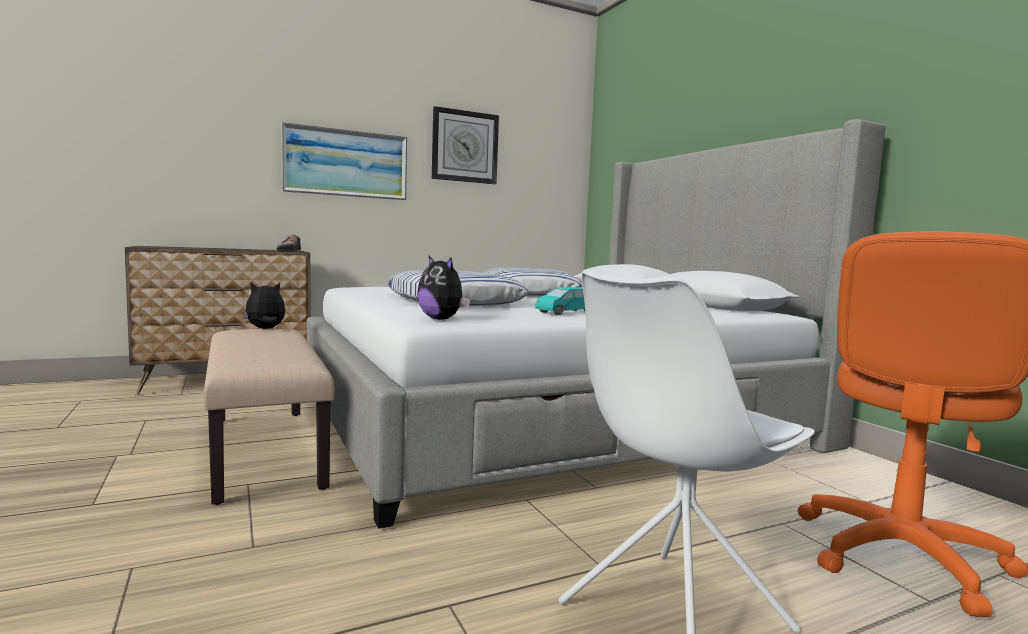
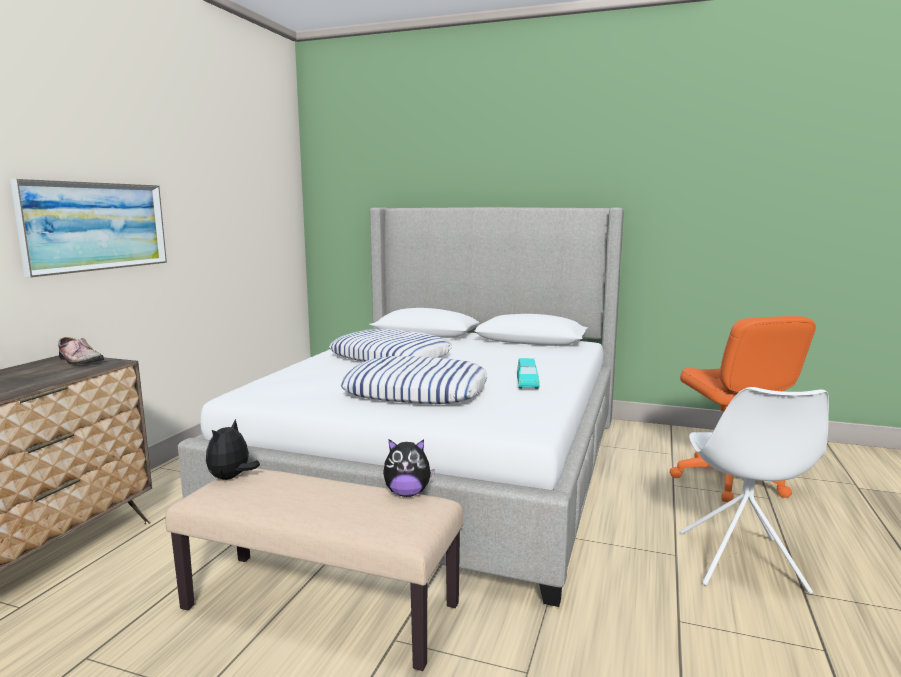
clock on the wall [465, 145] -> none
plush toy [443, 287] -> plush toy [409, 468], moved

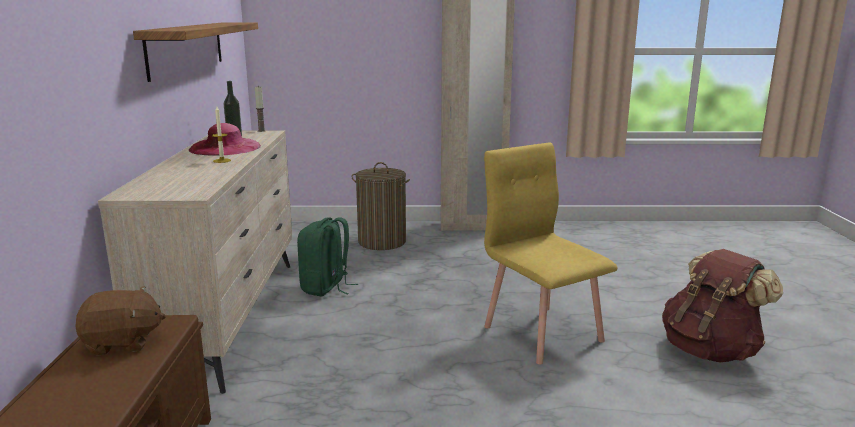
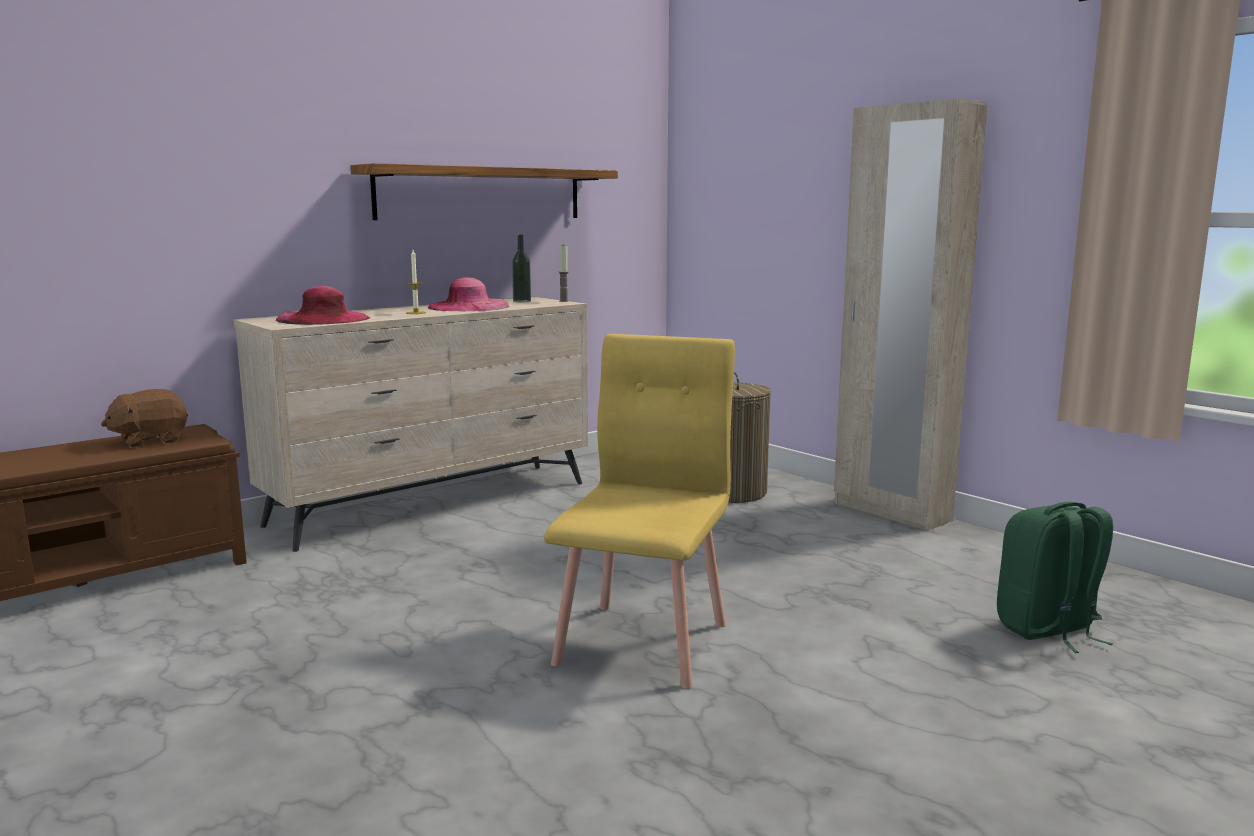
rucksack in brown-coloured [722, 305] -> none
none -> clothing hat in pinkish [322, 305]
rucksack in greenish [327, 256] -> rucksack in greenish [1055, 577], moved
plush toy in brown-coloured [120, 321] -> plush toy in brown-coloured [144, 418], 105 degrees clockwise

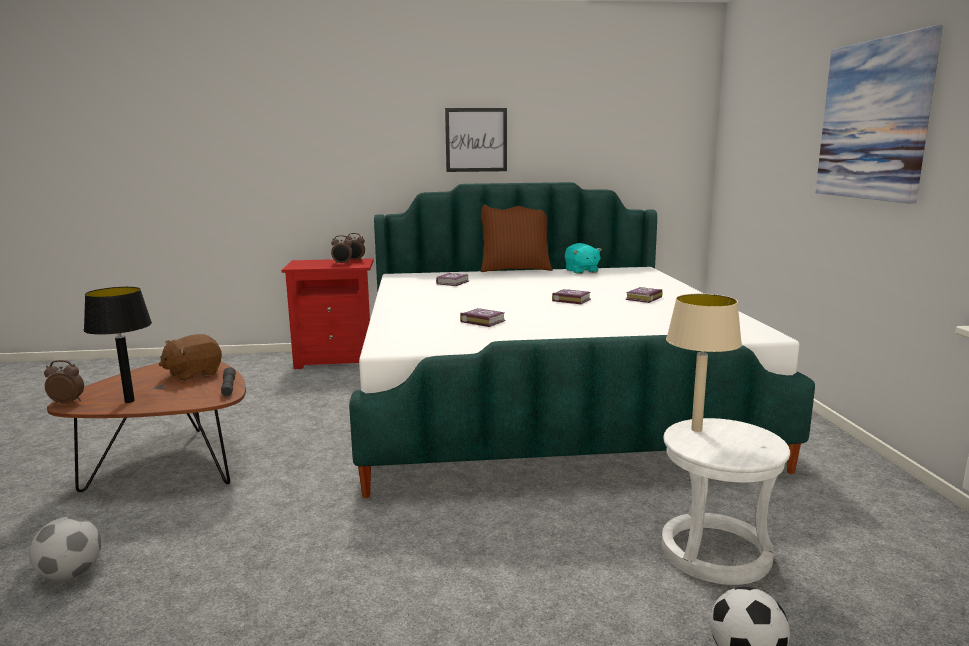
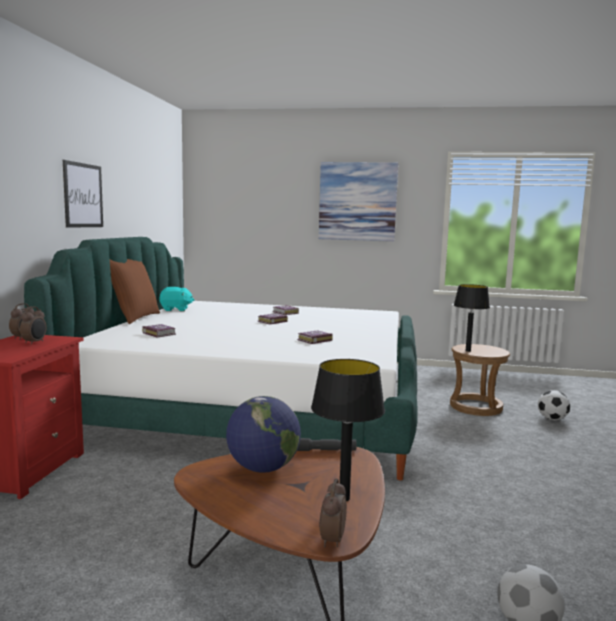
plush toy in brown-coloured [190, 358] -> world globe [263, 434]
stool in white [726, 501] -> stool in brown-coloured [480, 380]
tabletop lamp in beige [704, 363] -> tabletop lamp in black [472, 318]

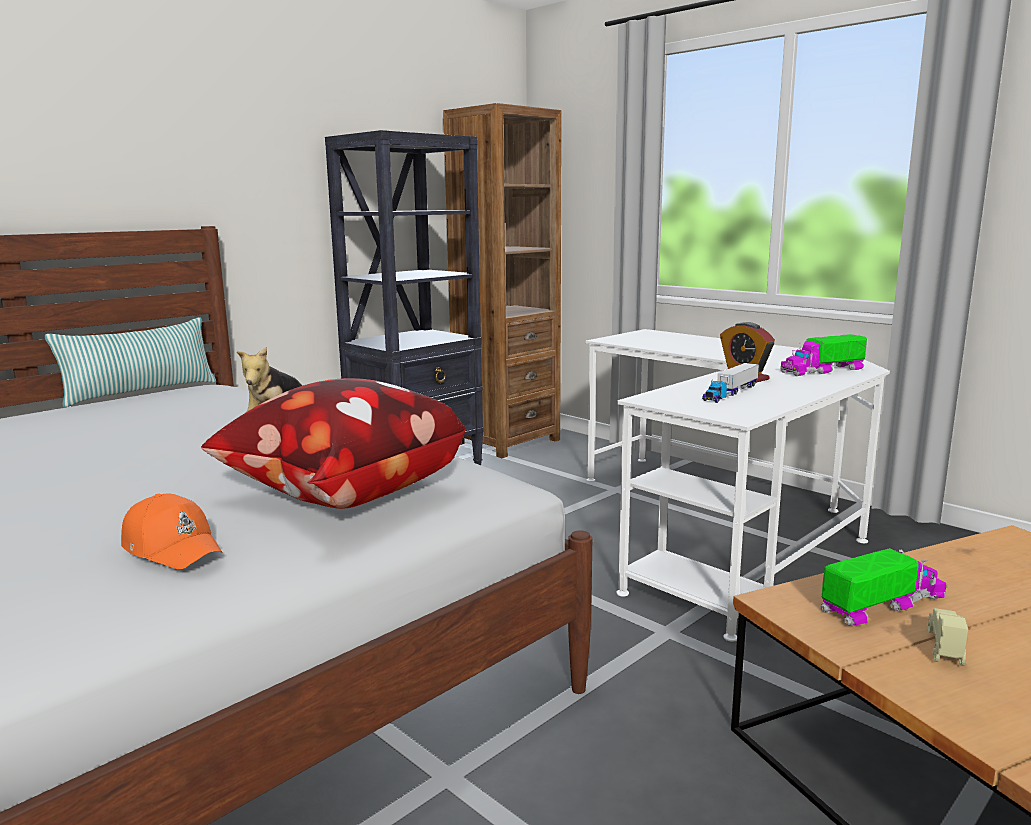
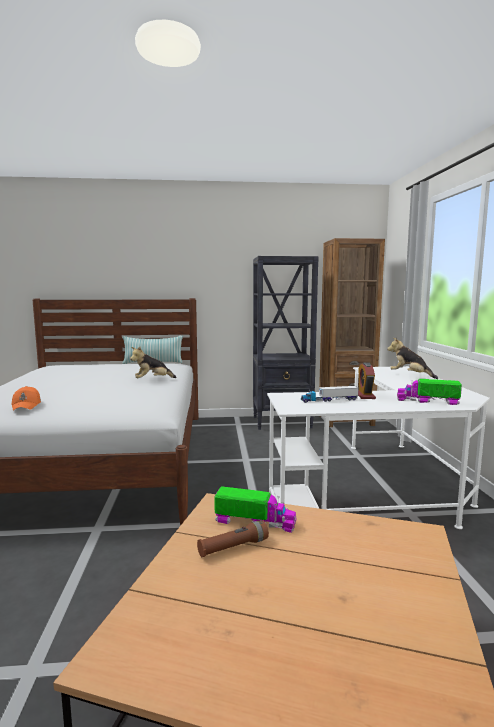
throw pillow [333, 443] -> none
none -> plush toy [412, 358]
model car in beige [947, 637] -> flashlight in brown-coloured [233, 538]

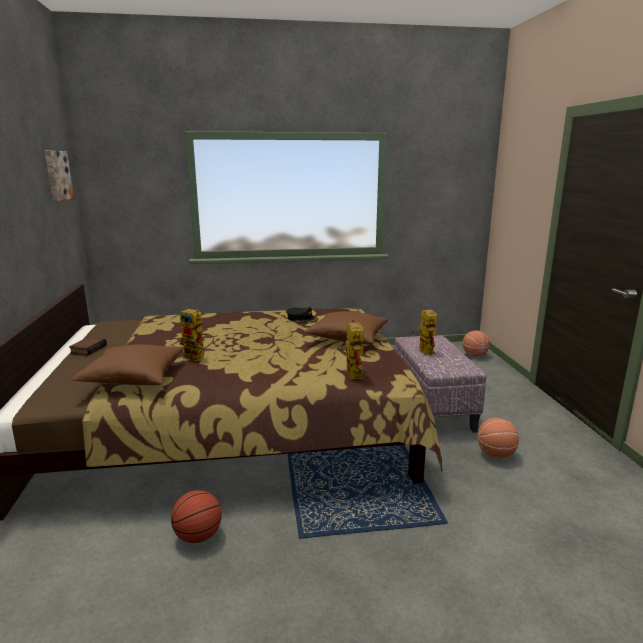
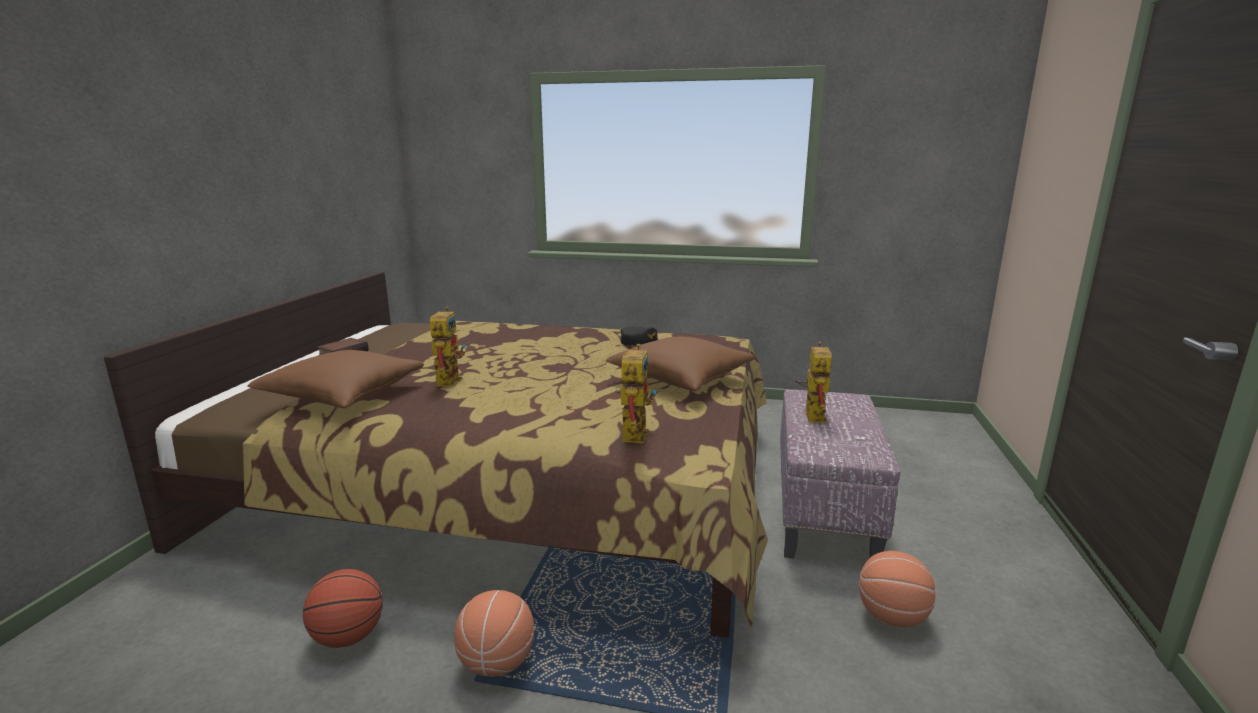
wall picture [59, 176] -> none
basketball ball [476, 343] -> basketball ball [494, 633], moved
robot figure [196, 335] -> robot figure [448, 347], 135 degrees counterclockwise

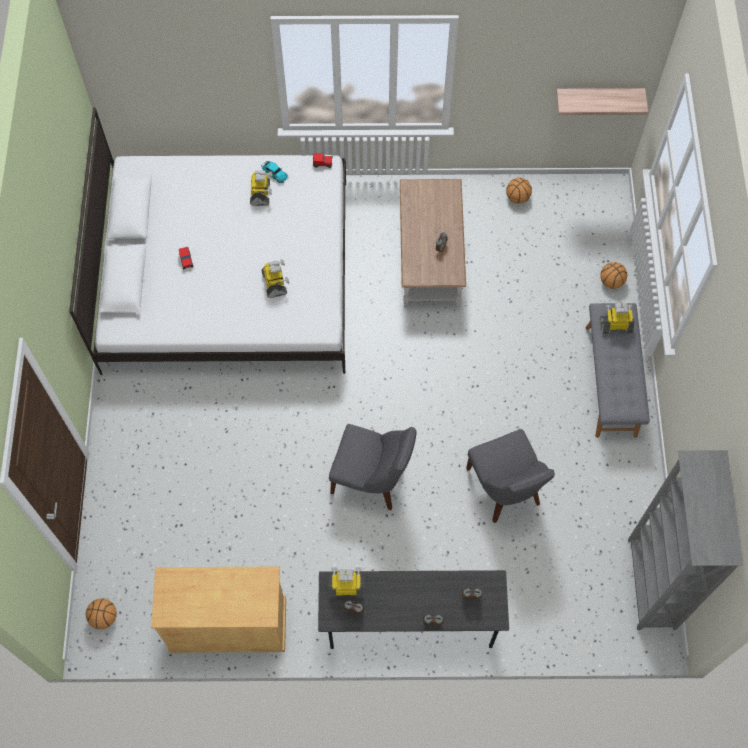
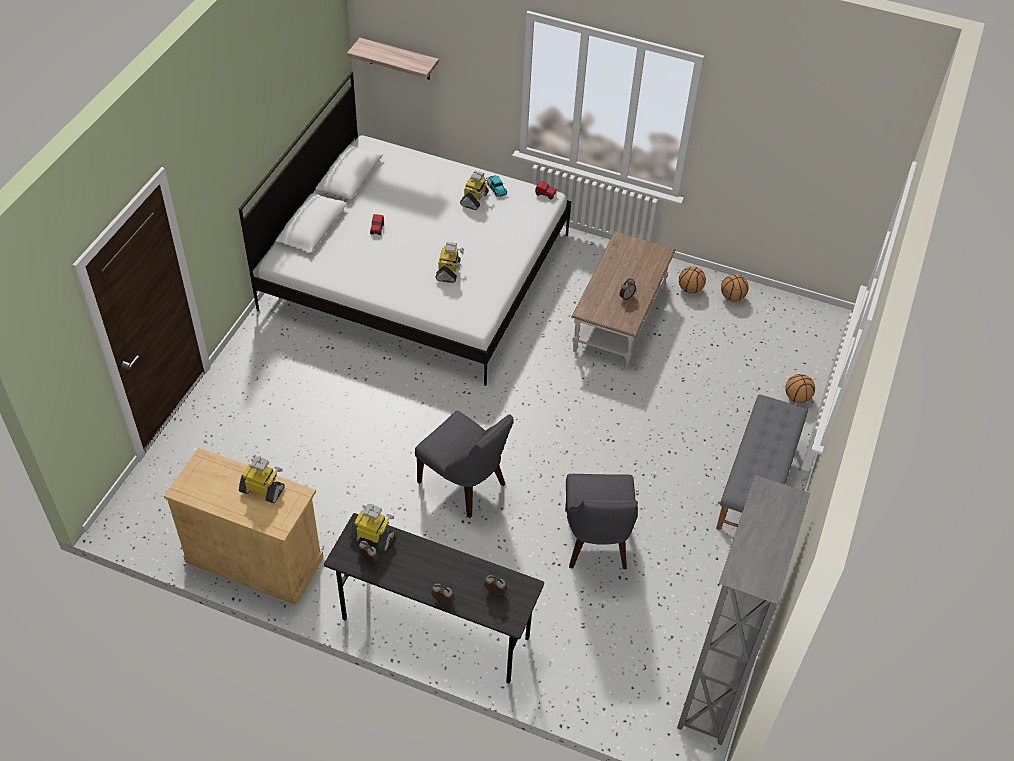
basketball ball [101, 613] -> basketball ball [692, 280], moved
shelf [602, 101] -> shelf [393, 59], moved
robot figure [617, 318] -> robot figure [262, 479], moved

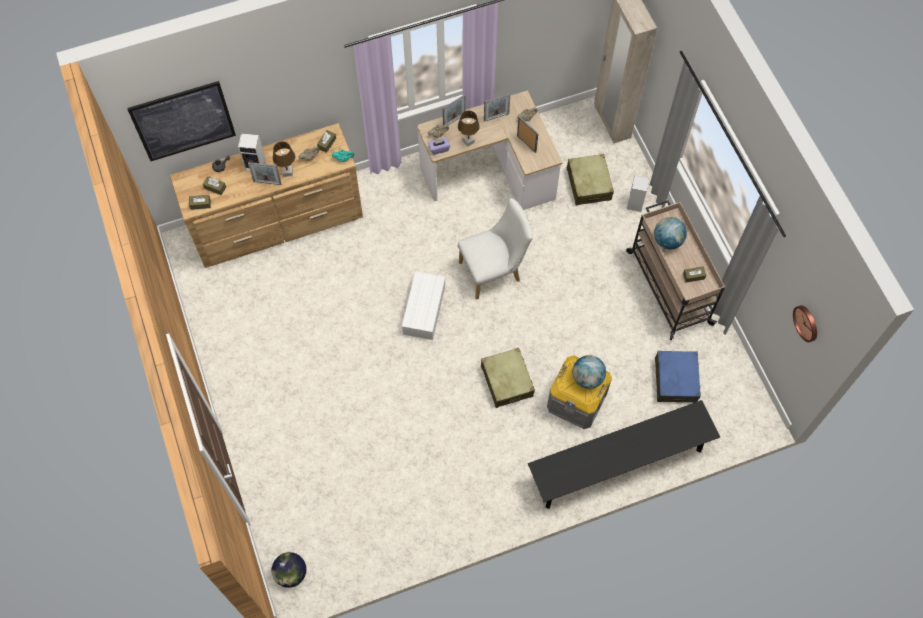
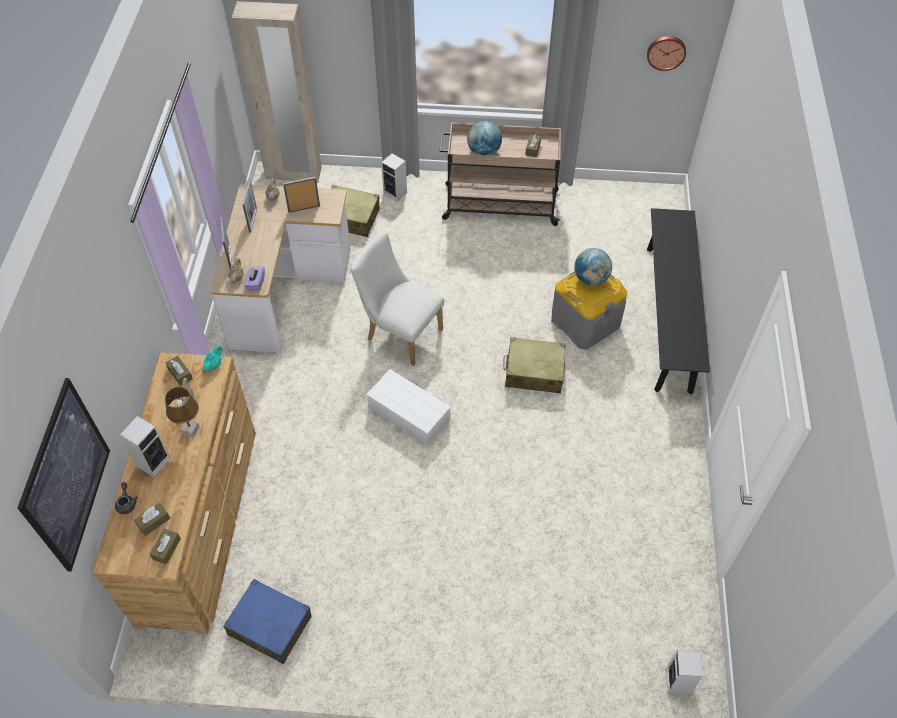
picture frame [264, 173] -> none
tabletop lamp in brown-coloured [469, 129] -> none
piece of luggage in blue [678, 377] -> piece of luggage in blue [267, 621], moved
world globe [289, 570] -> loudspeaker [684, 672]
upright chair in white [495, 249] -> upright chair in white [397, 299], 60 degrees counterclockwise

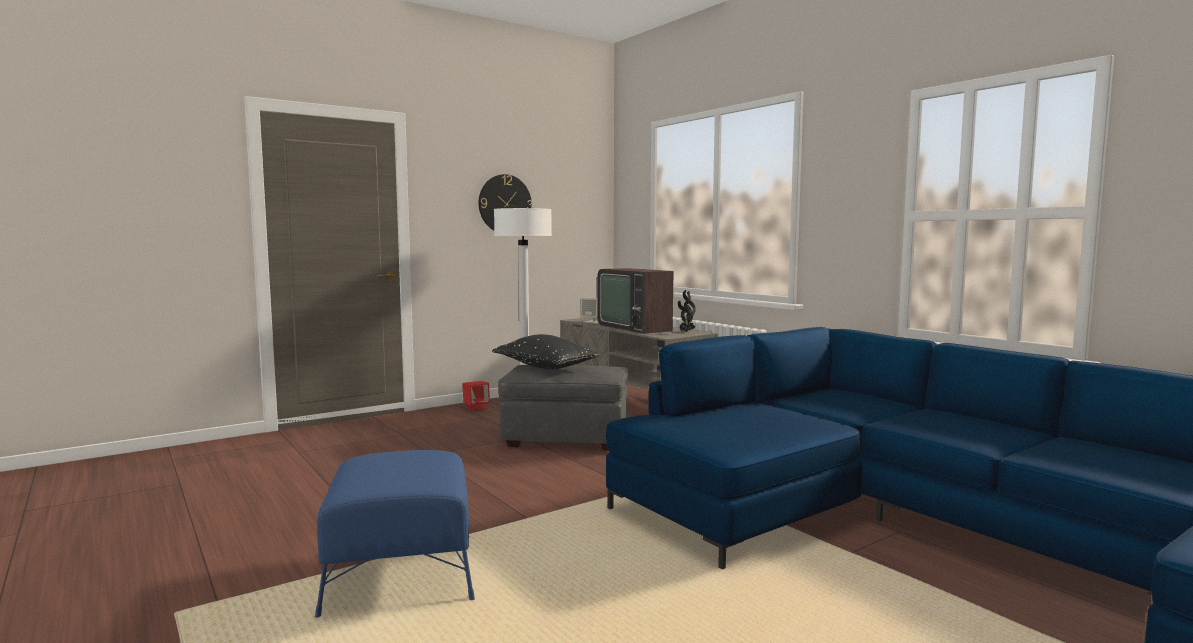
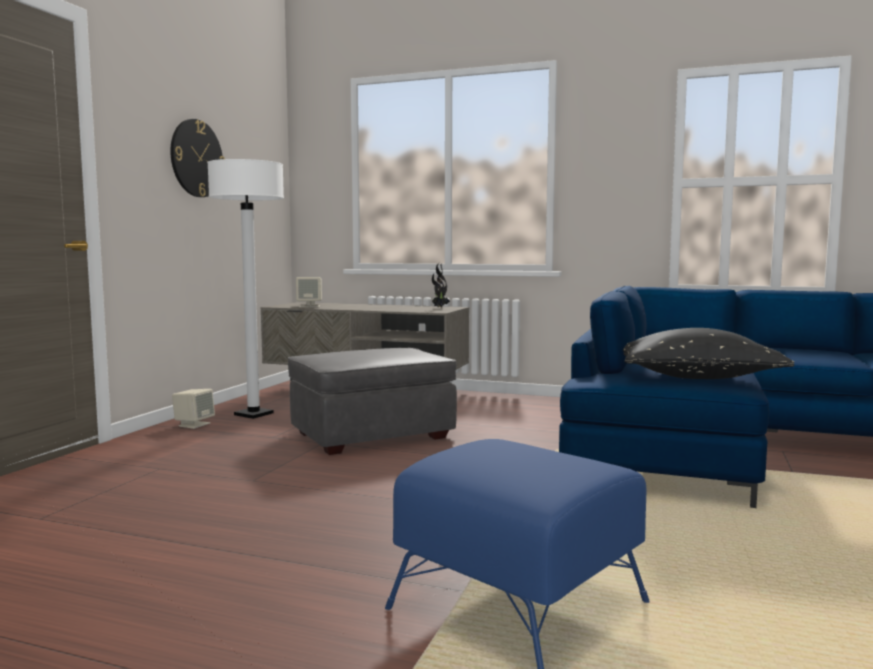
television [635, 301] -> none
throw pillow in black [546, 351] -> throw pillow in black [709, 353], moved
loudspeaker in red-coloured [476, 396] -> loudspeaker in beige [193, 409]

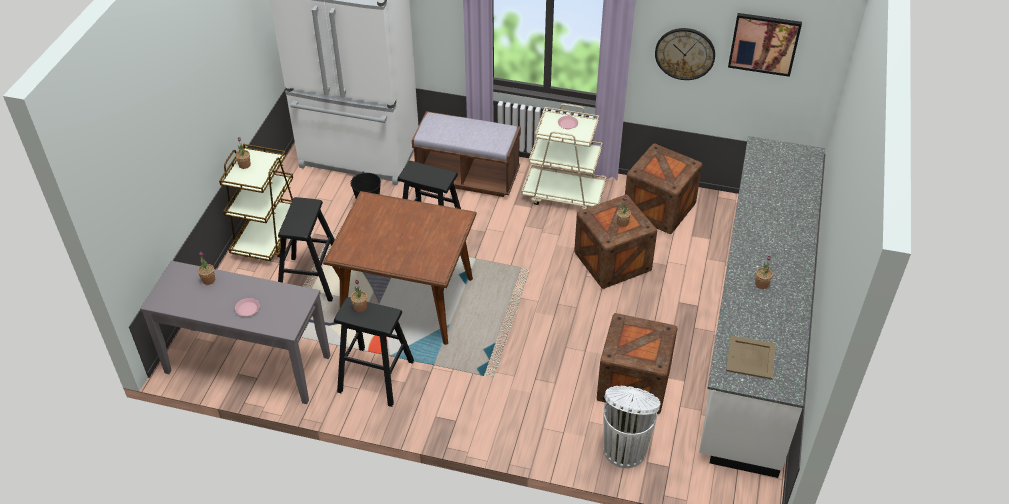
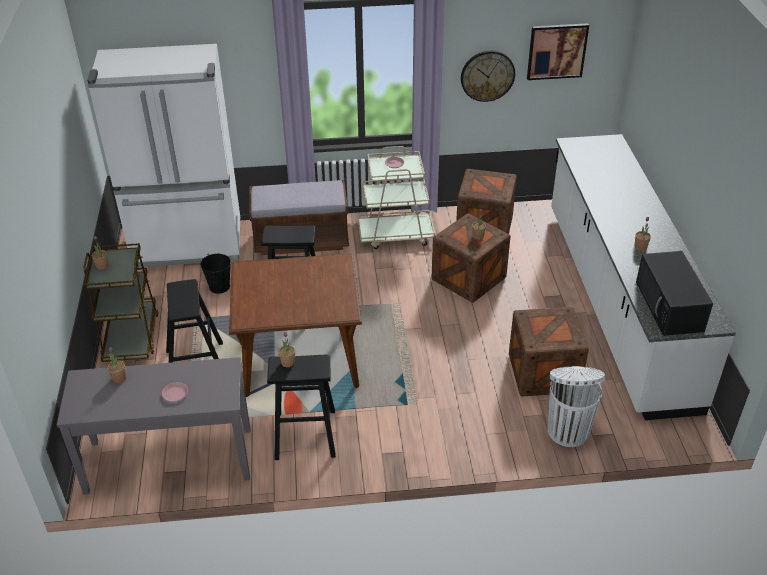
tray in beige [751, 357] -> kitchen microwave in black [674, 293]

